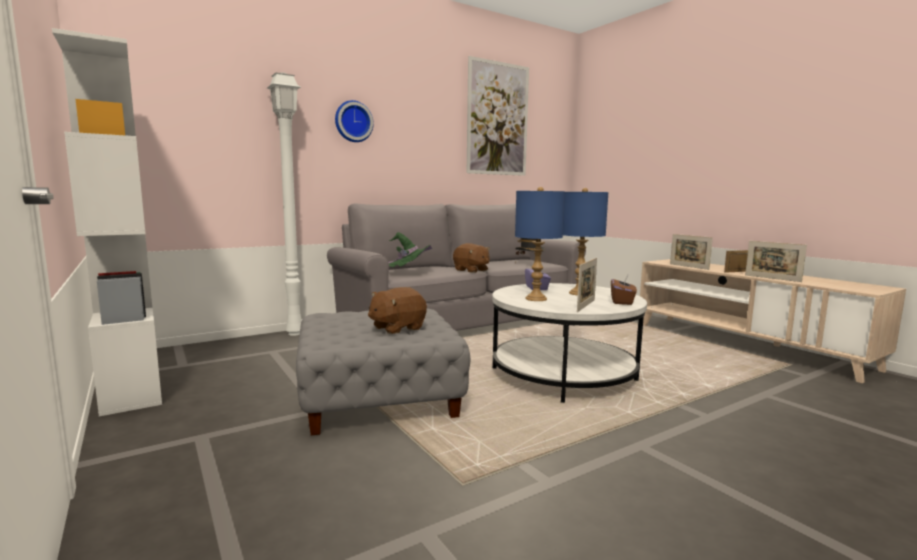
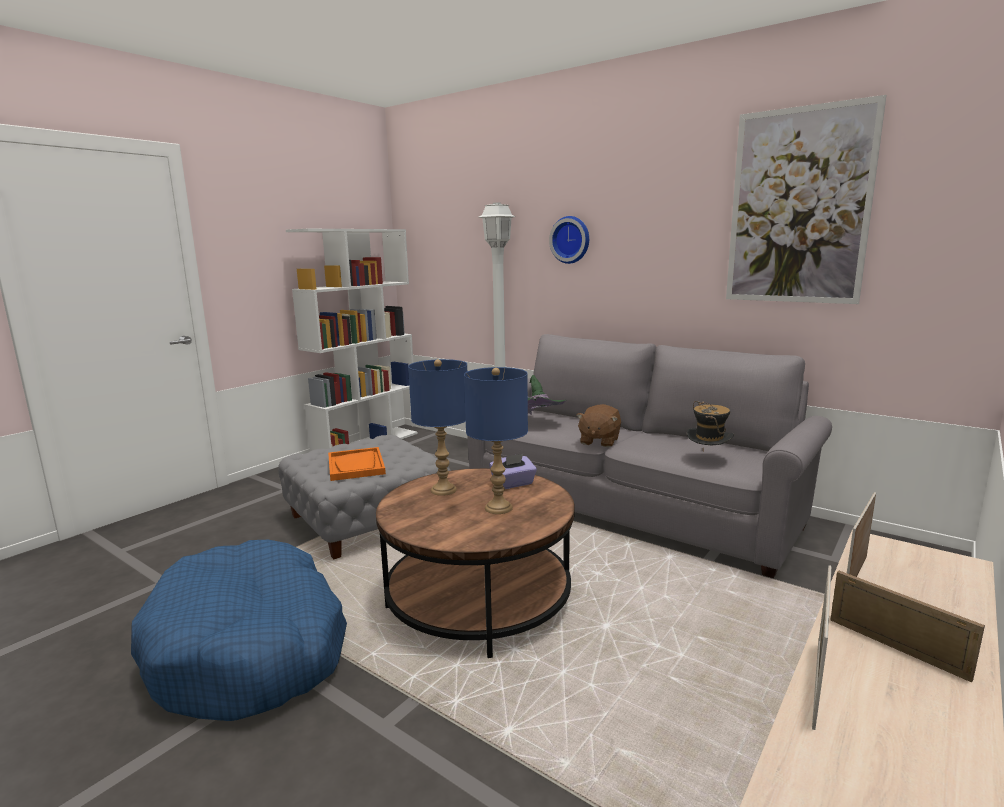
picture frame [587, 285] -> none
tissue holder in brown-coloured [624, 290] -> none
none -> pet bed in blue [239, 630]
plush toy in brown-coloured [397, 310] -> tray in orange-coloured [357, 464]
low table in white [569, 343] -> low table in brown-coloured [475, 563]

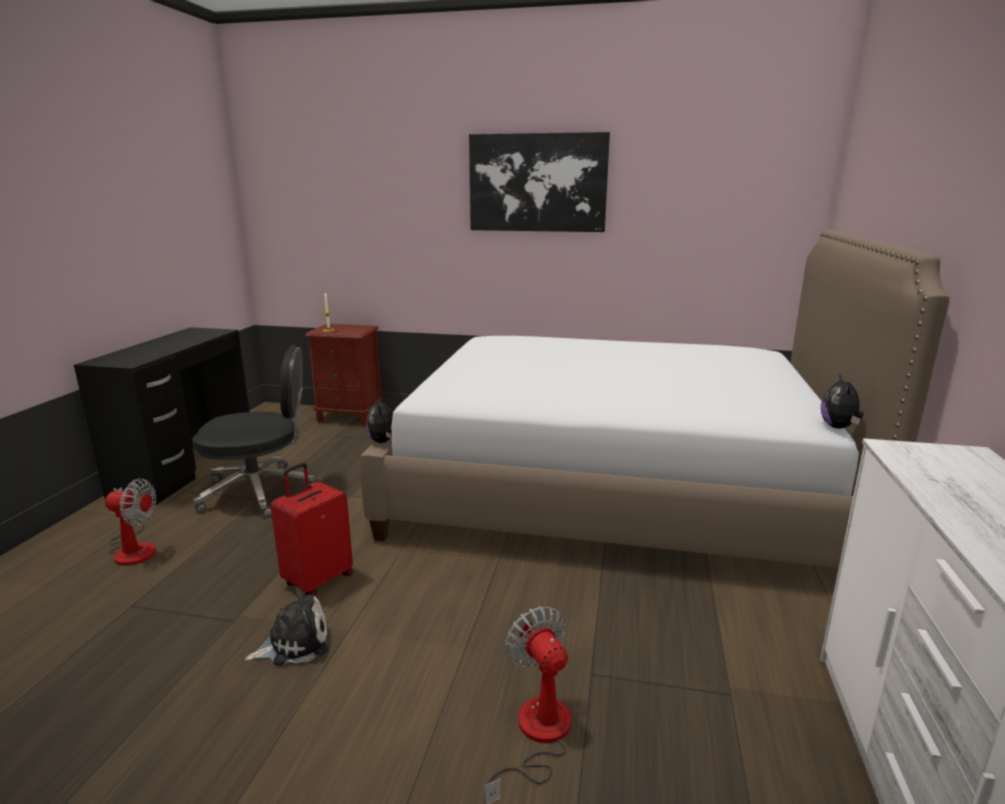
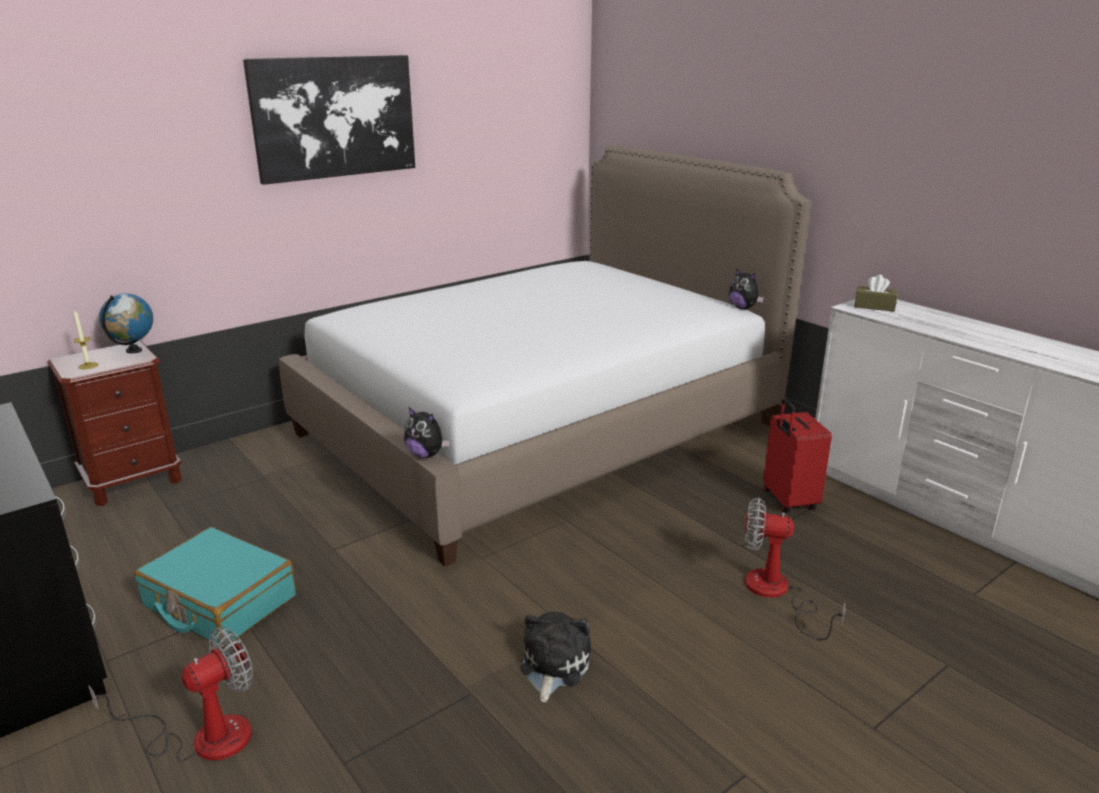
none -> world globe [126, 323]
none -> tissue holder in brown-coloured [876, 293]
piece of luggage in red-coloured [312, 529] -> piece of luggage in red-coloured [797, 455], moved
computer chair in black [256, 431] -> piece of luggage in turquoise [215, 587]

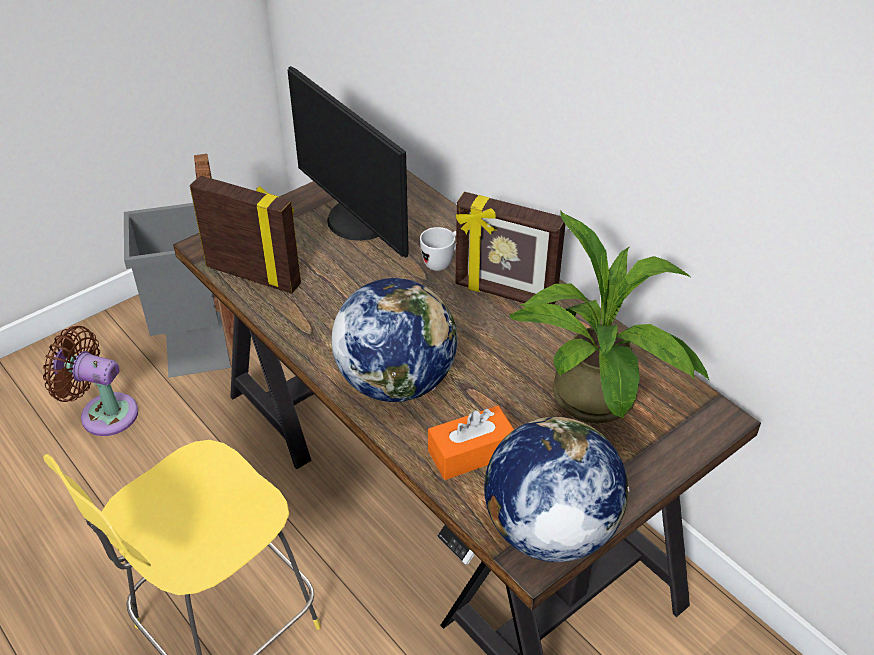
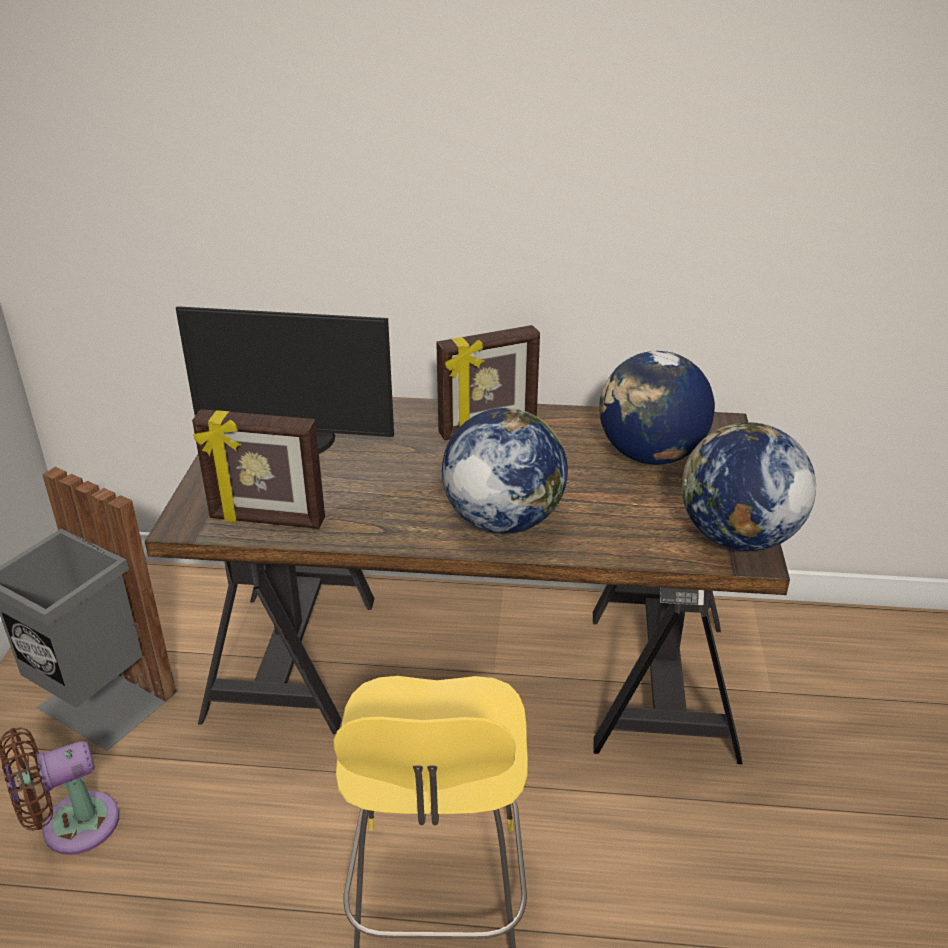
coffee mug in white [438, 249] -> none
tissue holder in orange-coloured [471, 443] -> none
potted plant [609, 317] -> world globe [657, 408]
picture frame [245, 234] -> picture frame [258, 469], 150 degrees counterclockwise

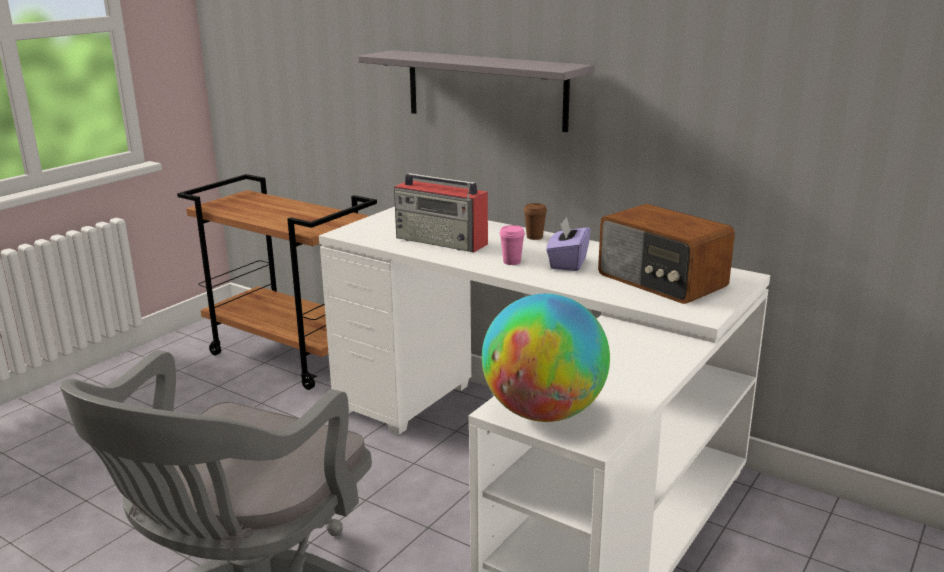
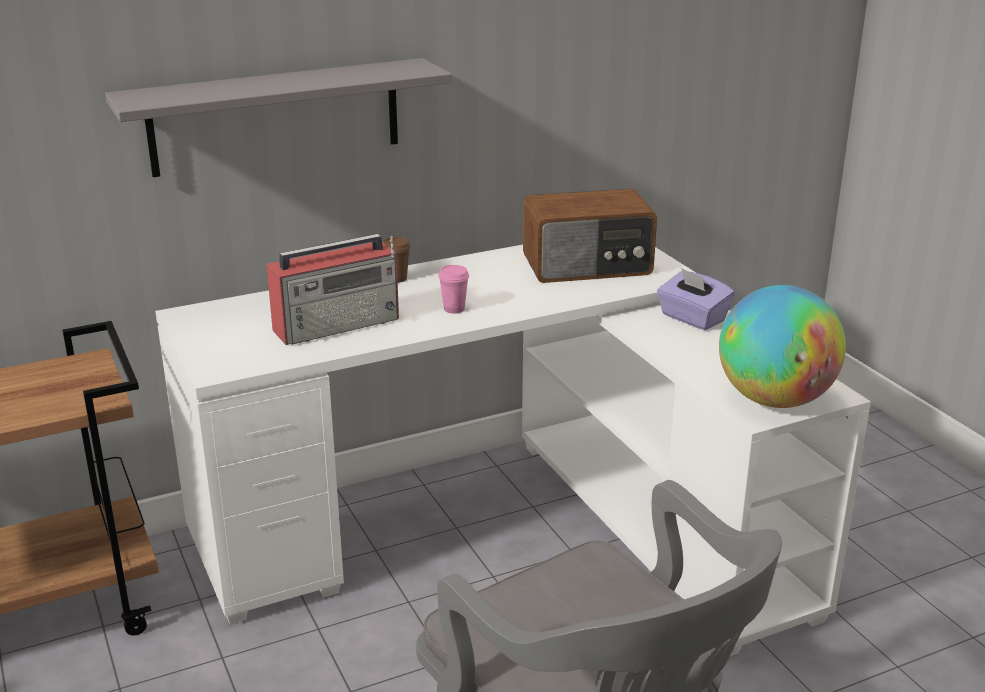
tissue holder in purple [568, 244] -> tissue holder in purple [696, 299], moved

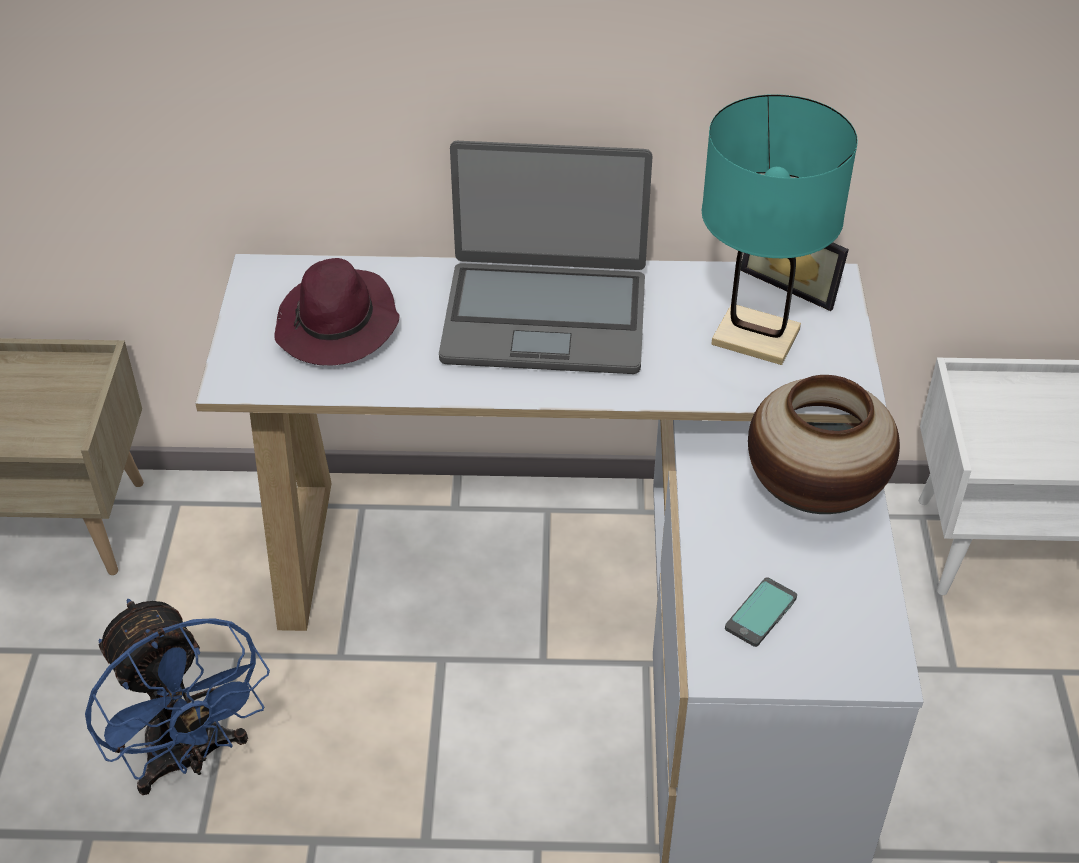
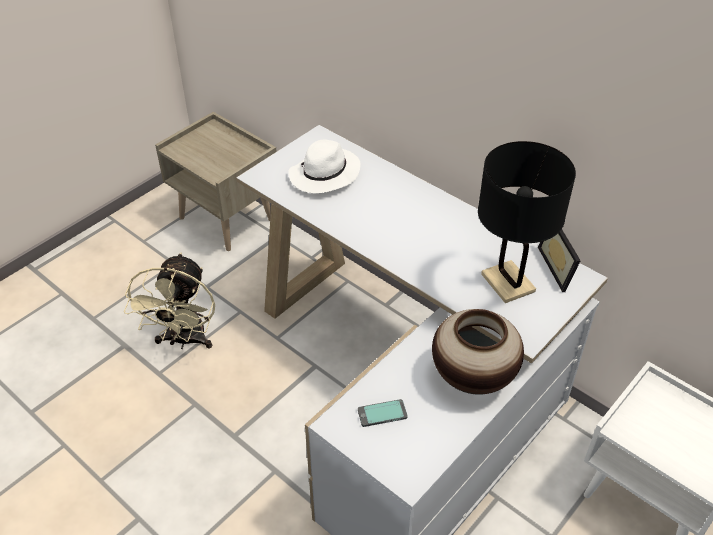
laptop [546, 257] -> none
electric fan in blue [177, 697] -> electric fan in beige [169, 301]
clothing hat in purple [337, 312] -> clothing hat in white [324, 166]
tabletop lamp in turquoise [780, 229] -> tabletop lamp in black [527, 222]

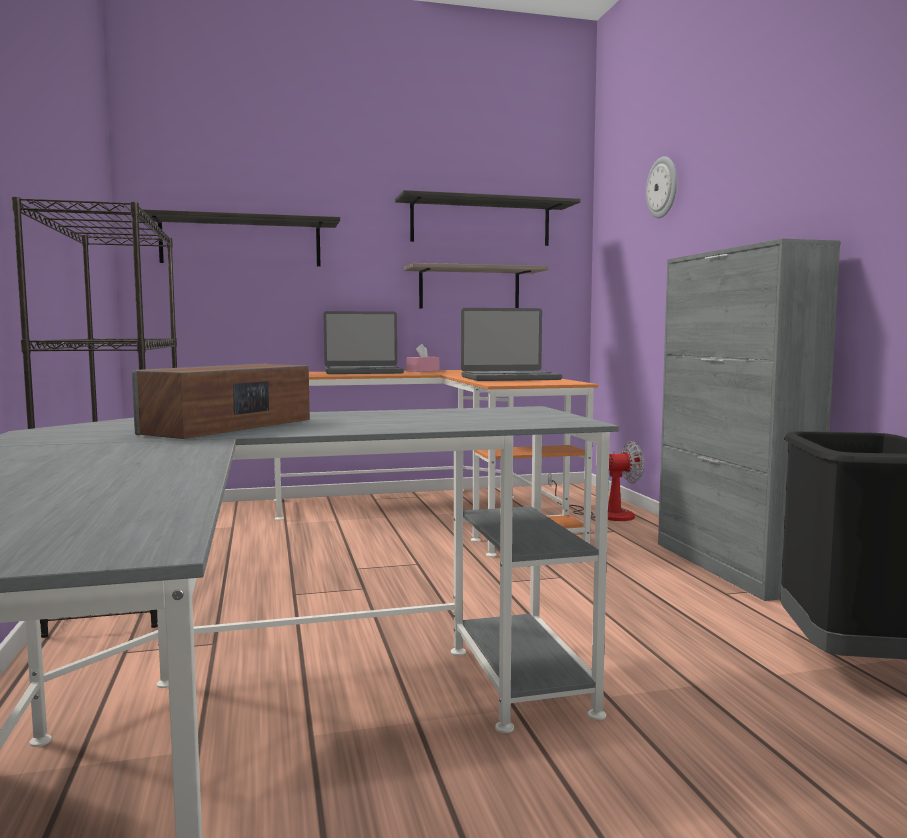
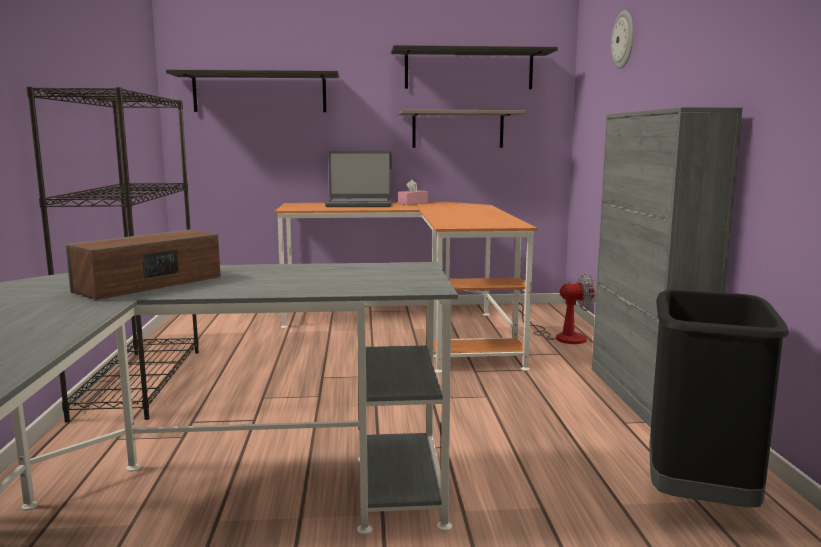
laptop [511, 344] -> none

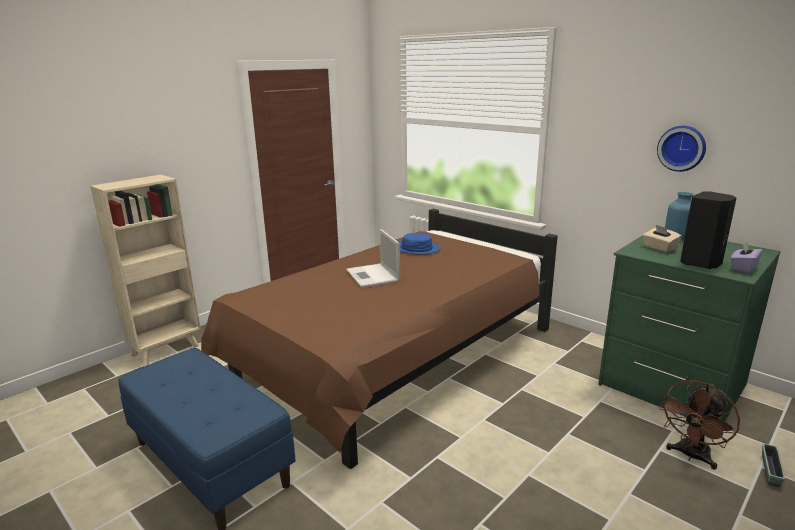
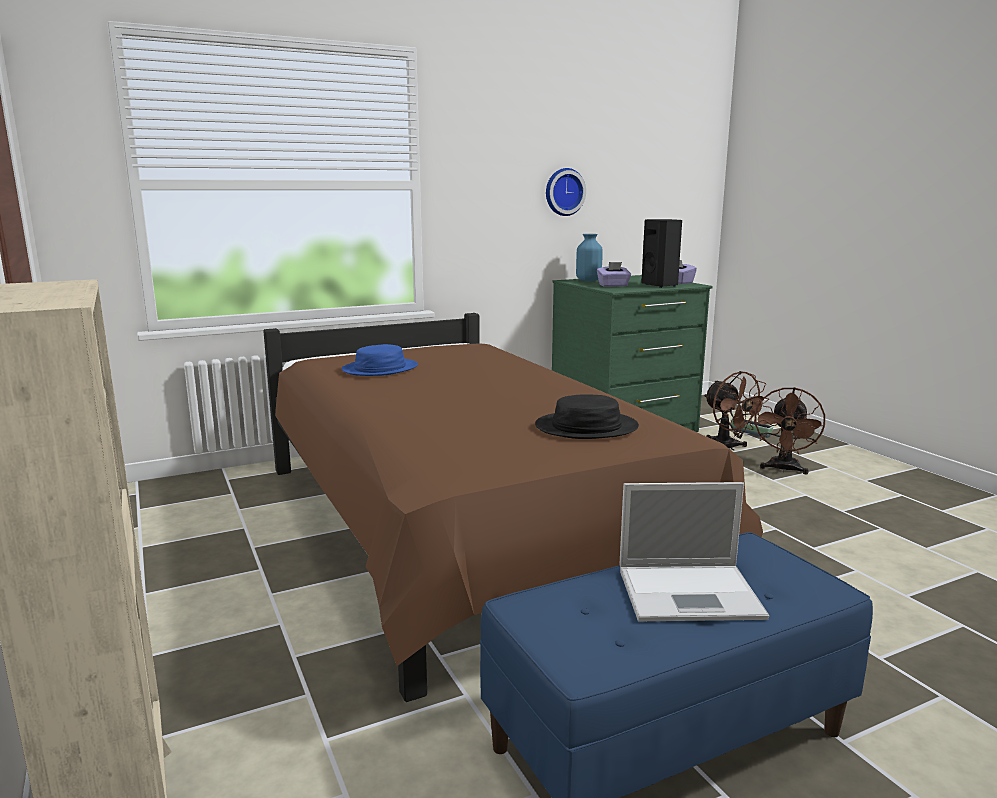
none -> clothing hat in black [587, 416]
none -> electric fan in brown-coloured [789, 431]
laptop [373, 258] -> laptop [694, 551], moved
tissue holder in beige [662, 238] -> tissue holder in purple [614, 274]

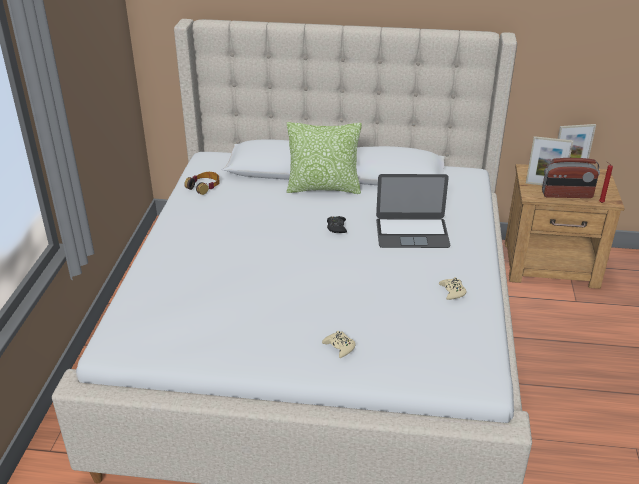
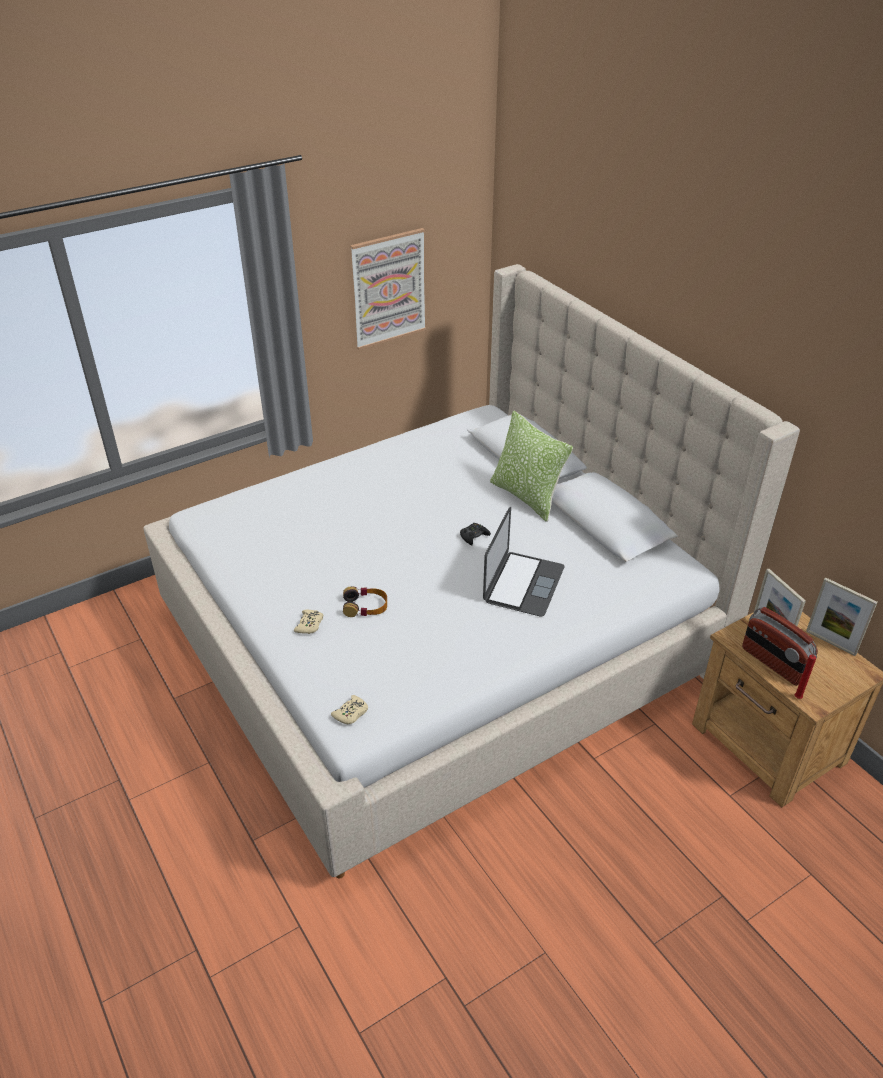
none -> wall picture [388, 289]
headphones [202, 183] -> headphones [365, 601], moved
game controller in beige [453, 288] -> game controller in beige [349, 709], moved
laptop [413, 211] -> laptop [523, 562], 120 degrees counterclockwise

